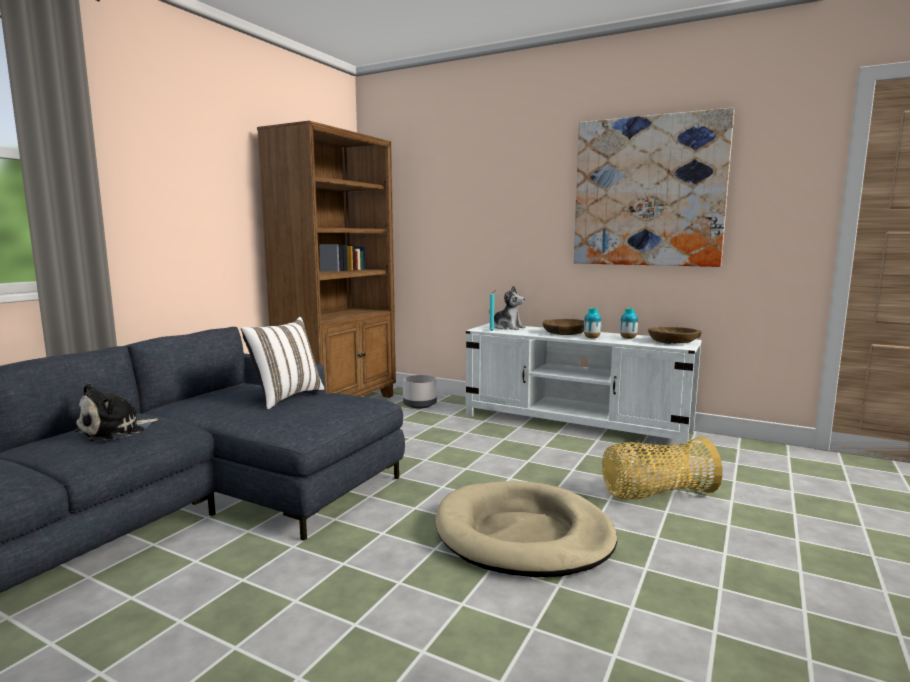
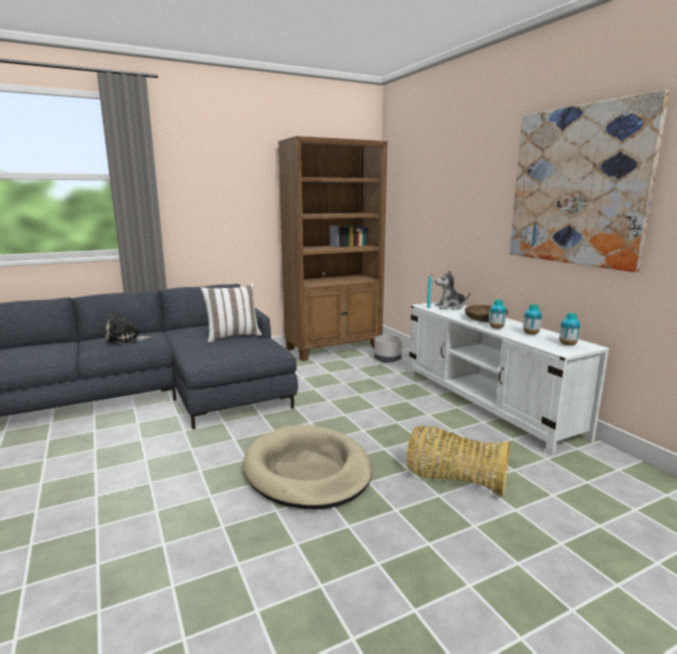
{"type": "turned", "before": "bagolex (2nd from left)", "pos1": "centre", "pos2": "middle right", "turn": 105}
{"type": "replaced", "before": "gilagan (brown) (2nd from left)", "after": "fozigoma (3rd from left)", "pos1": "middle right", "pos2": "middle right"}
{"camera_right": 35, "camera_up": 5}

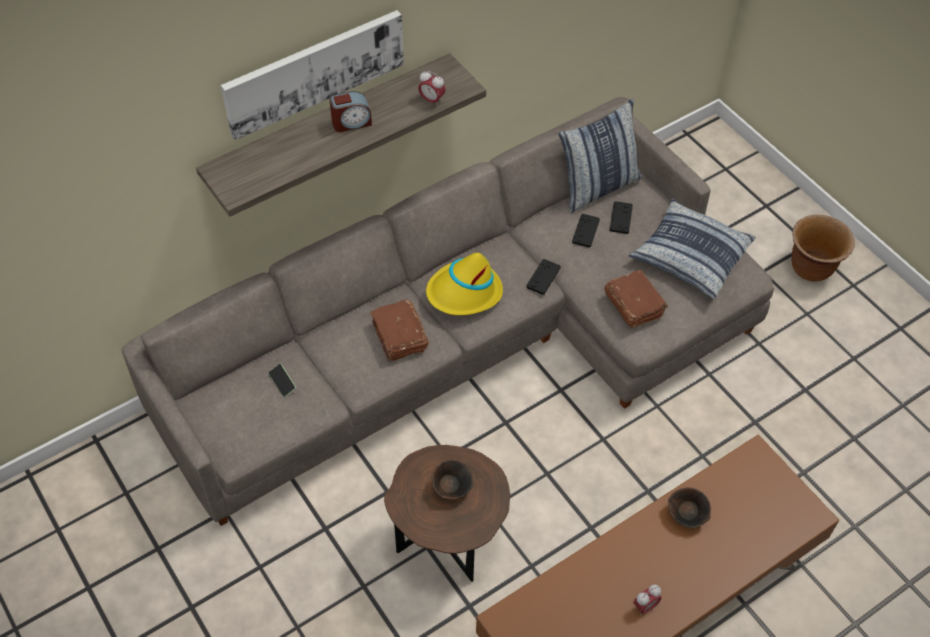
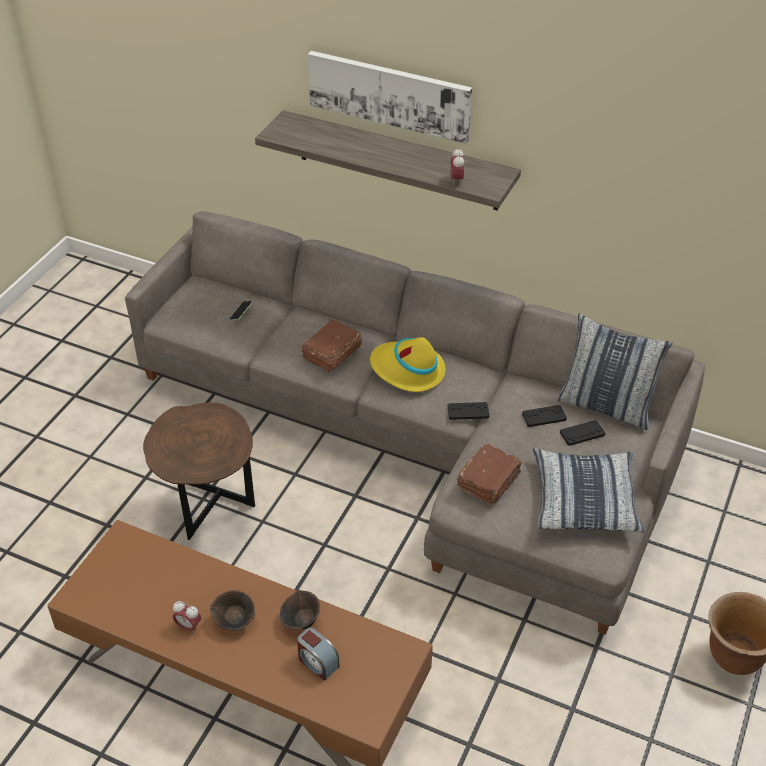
{"type": "moved", "before": "gilagan (brown) (1st from left)", "pos1": "bottom centre", "pos2": "bottom left"}
{"type": "moved", "before": "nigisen (1st from left in the first image)", "after": "nigisen (2nd from left)", "pos1": "top centre", "pos2": "bottom centre"}
{"camera_right": 60, "camera_up": -10}

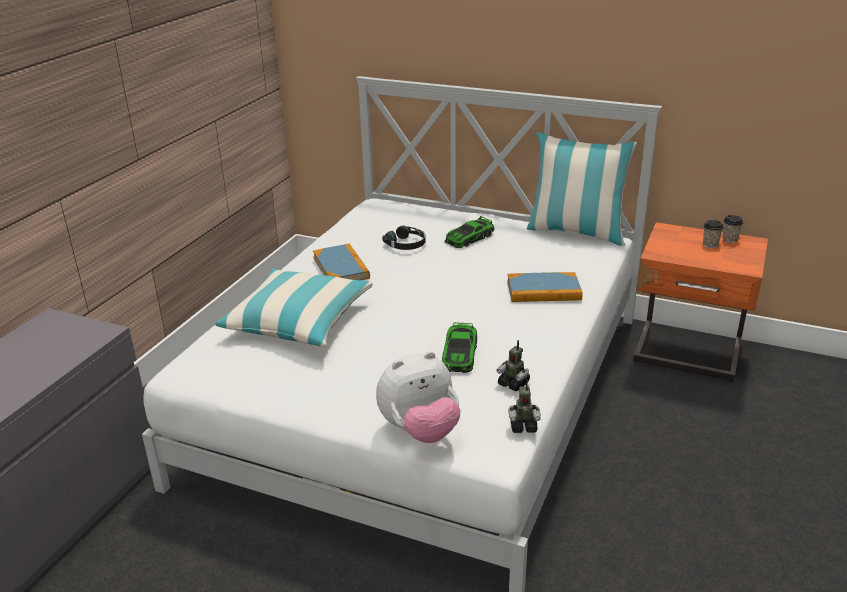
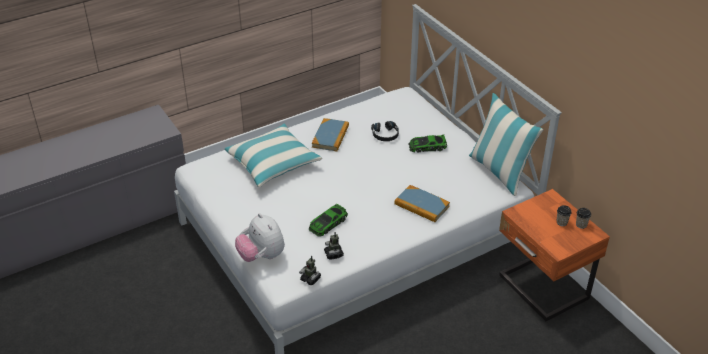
{"type": "turned", "before": "bagolex", "pos1": "bottom centre", "pos2": "bottom centre", "turn": 45}
{"camera_right": 35, "camera_up": 10}

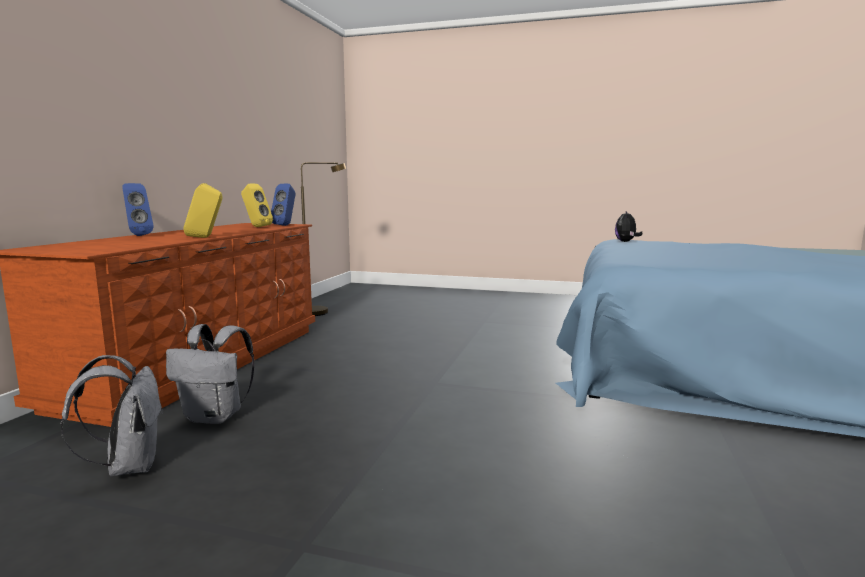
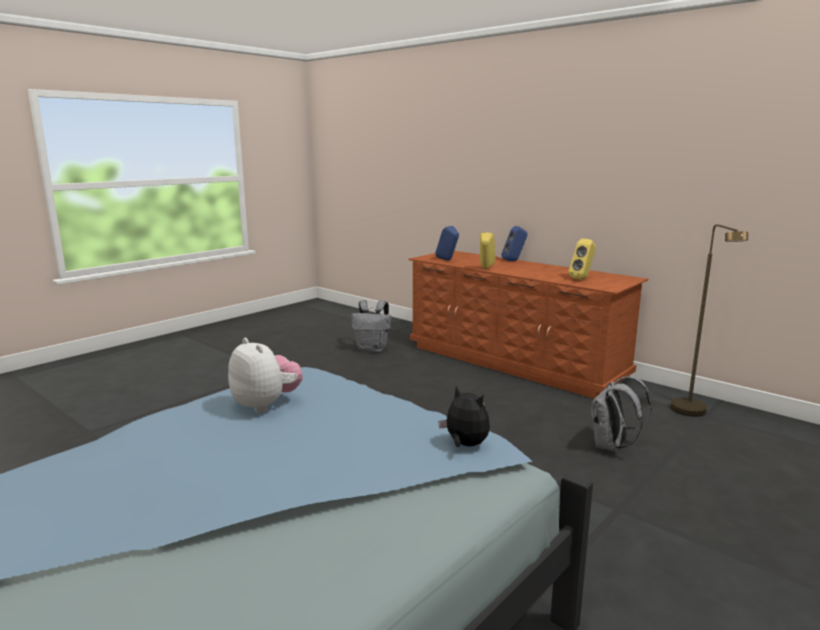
{"type": "added", "after": "bagolex (1st from left)", "pos2": "middle left"}
{"type": "moved", "before": "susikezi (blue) (2nd from left in the first image)", "after": "susikezi (blue) (1st from left)", "pos1": "middle left", "pos2": "centre"}
{"type": "moved", "before": "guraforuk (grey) (2nd from left)", "pos1": "middle left", "pos2": "middle right"}
{"camera_right": 115, "camera_up": 5}

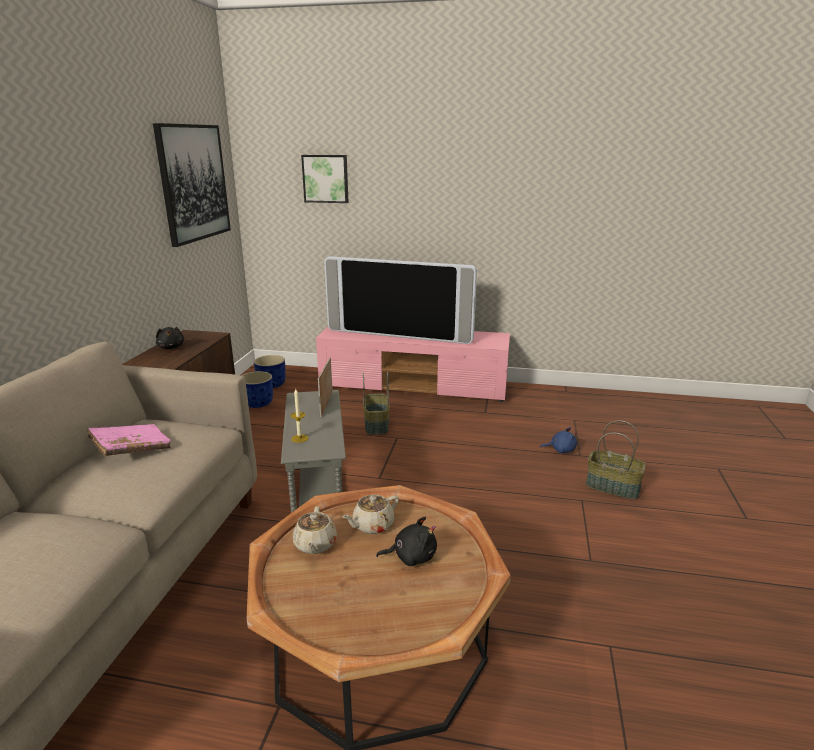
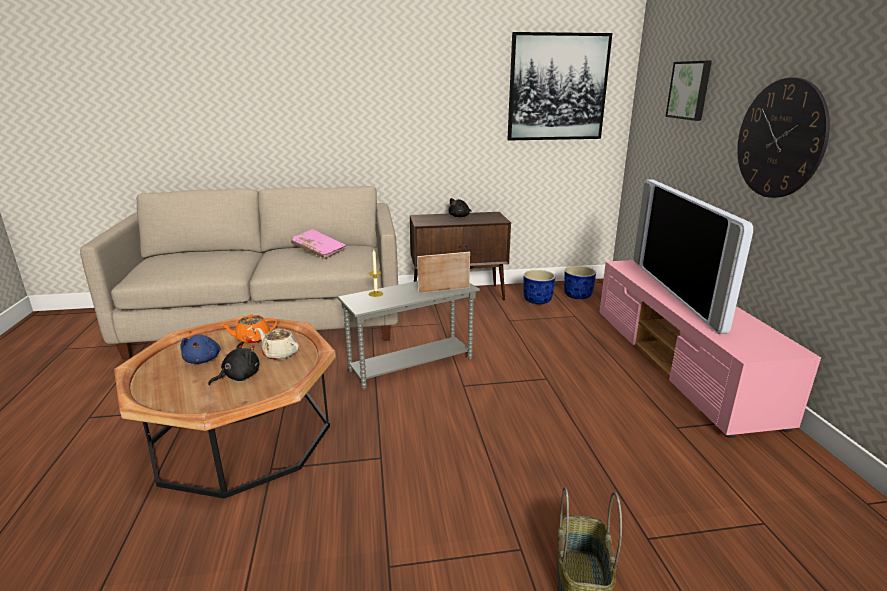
{"type": "moved", "before": "bagolex (blue)", "pos1": "middle right", "pos2": "middle left"}
{"type": "turned", "before": "bagolex (black) (2nd from left in the first image)", "pos1": "bottom centre", "pos2": "middle left", "turn": -105}
{"type": "recoloured", "before": "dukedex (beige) (1st from left)", "after": "dukedex (orange)", "pos1": "bottom centre", "pos2": "middle left"}
{"type": "added", "after": "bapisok", "pos2": "top right"}
{"type": "removed", "before": "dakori (1st from left)", "pos1": "centre"}
{"camera_right": 70, "camera_up": 0}

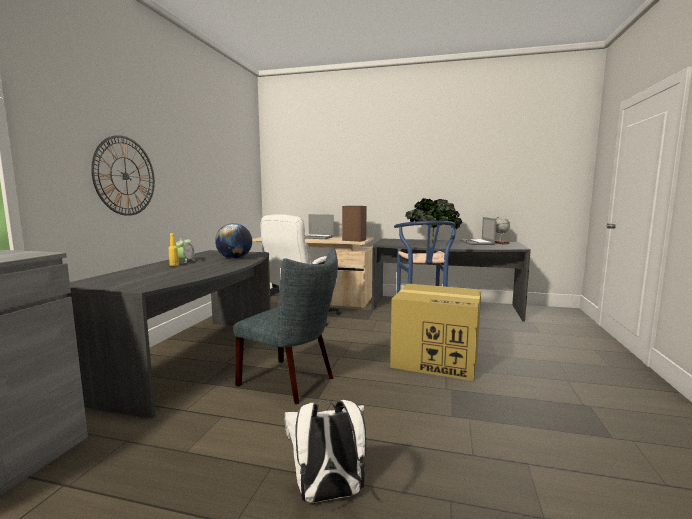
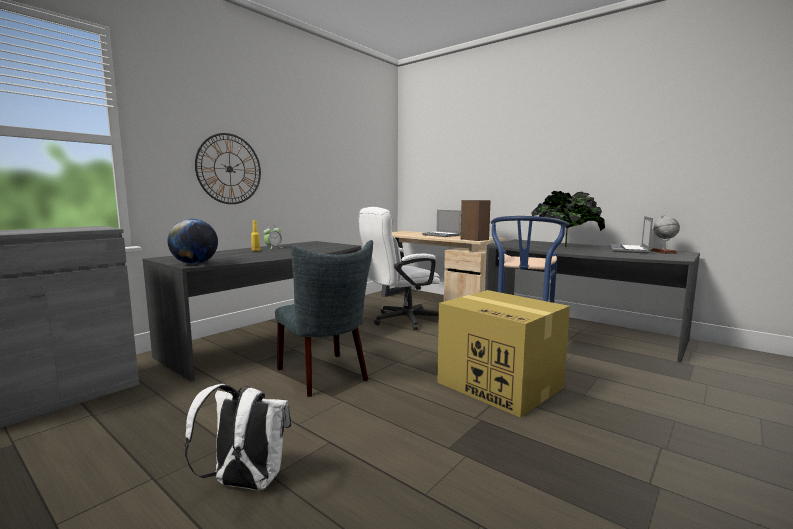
{"type": "moved", "before": "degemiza (1st from left)", "pos1": "centre", "pos2": "middle left"}
{"camera_right": 25, "camera_up": 0}

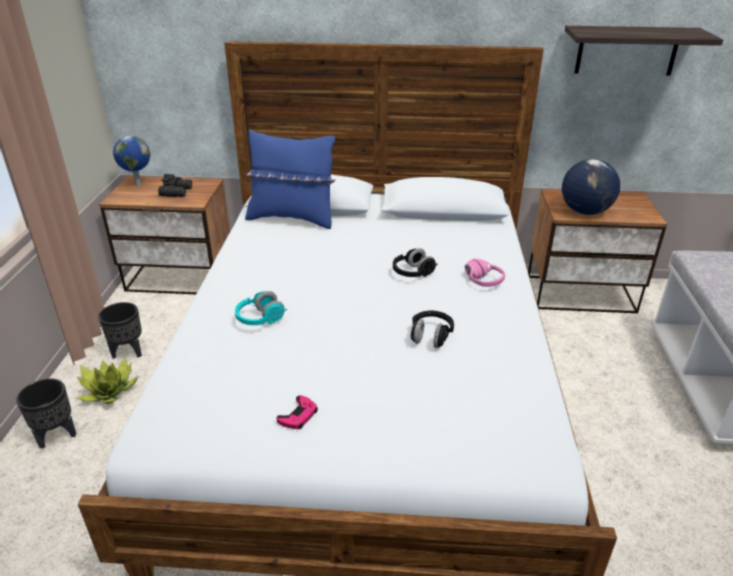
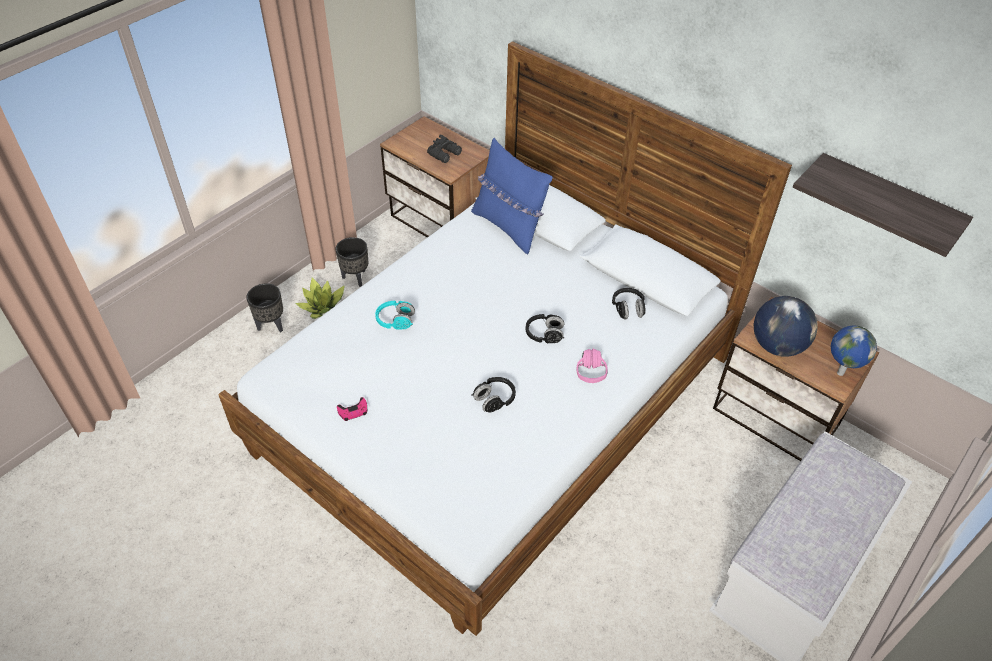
{"type": "added", "after": "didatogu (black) (3rd from left)", "pos2": "centre"}
{"type": "moved", "before": "degemiza (1st from left in the first image)", "after": "degemiza (2nd from left)", "pos1": "top left", "pos2": "middle right"}
{"camera_right": 35, "camera_up": 15}

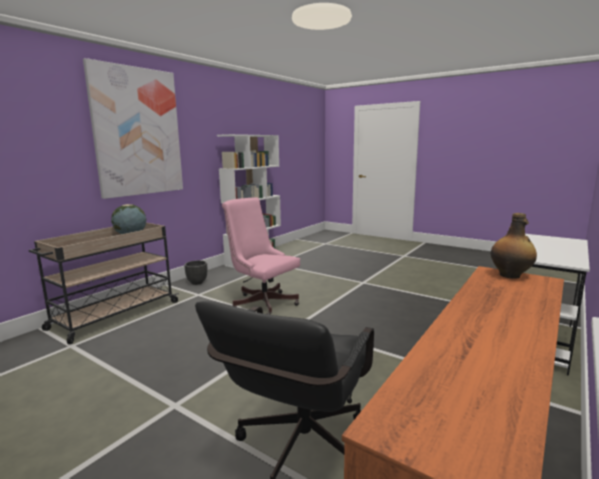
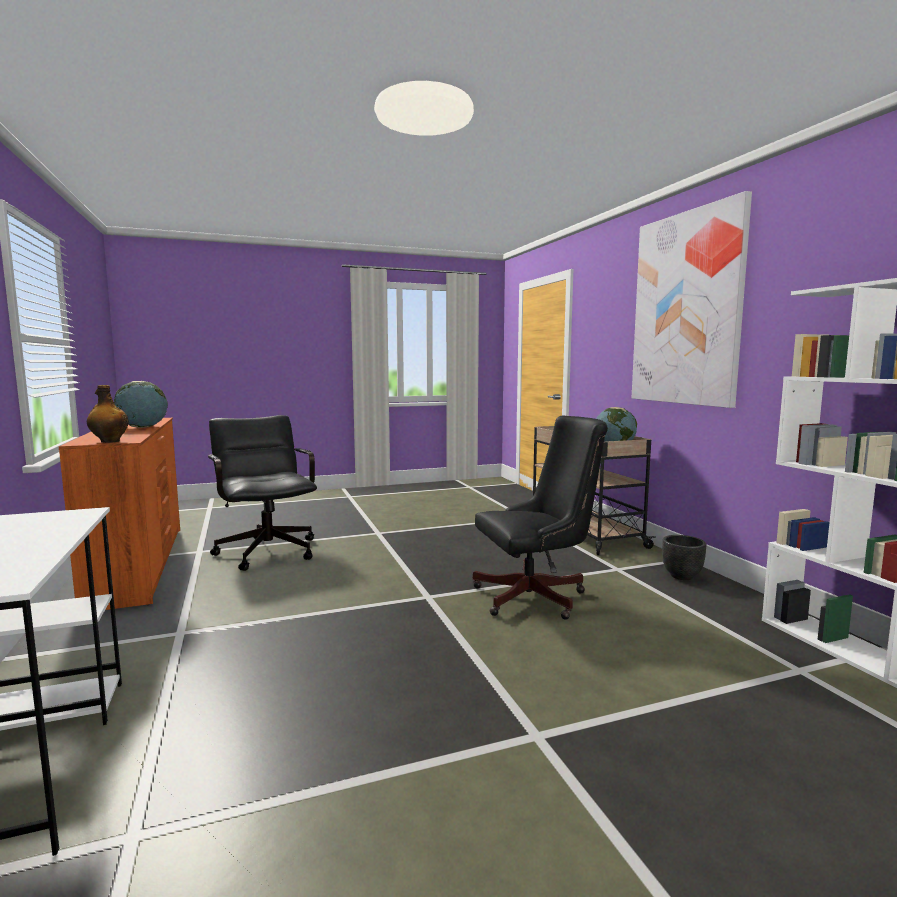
{"type": "added", "after": "degemiza (1st from left)", "pos2": "middle left"}
{"type": "recoloured", "before": "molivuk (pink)", "after": "molivuk (black) (2nd from left)", "pos1": "centre", "pos2": "centre"}
{"camera_right": 125, "camera_up": -5}

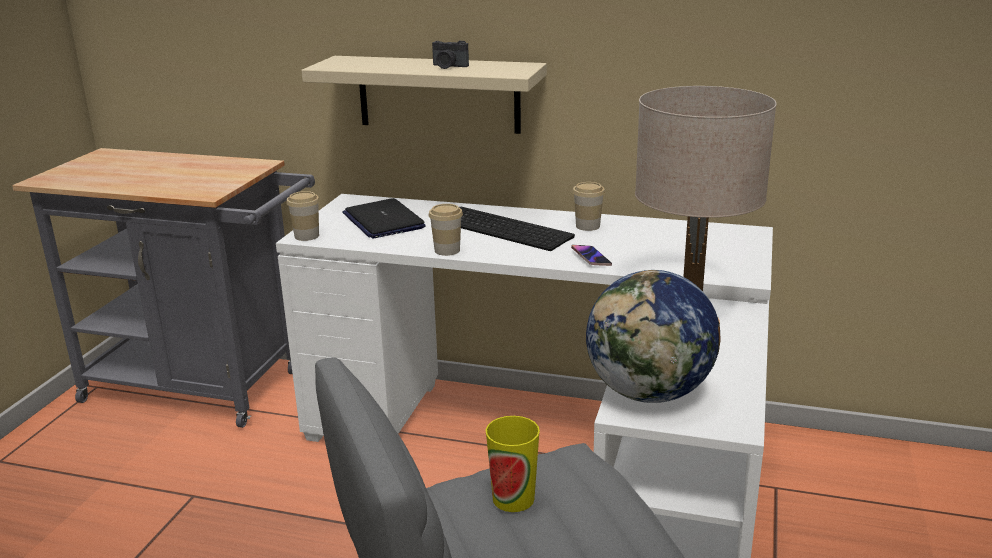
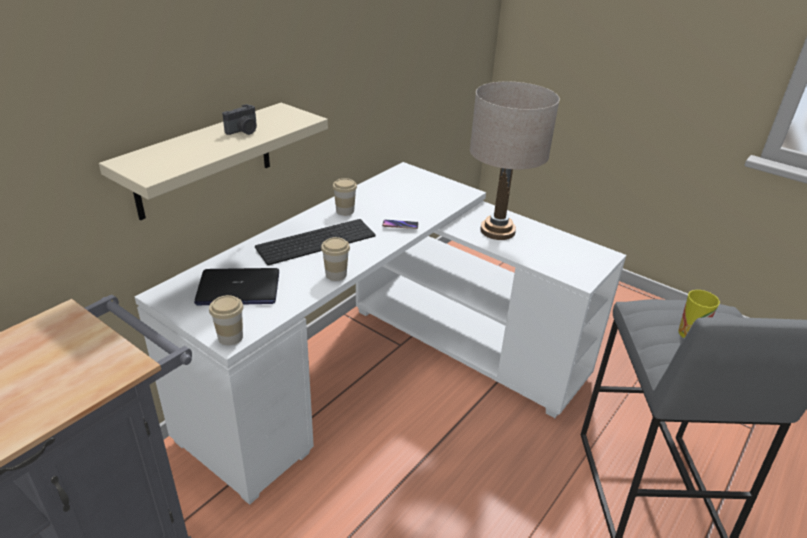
{"type": "removed", "before": "degemiza", "pos1": "centre"}
{"camera_right": -70, "camera_up": 10}

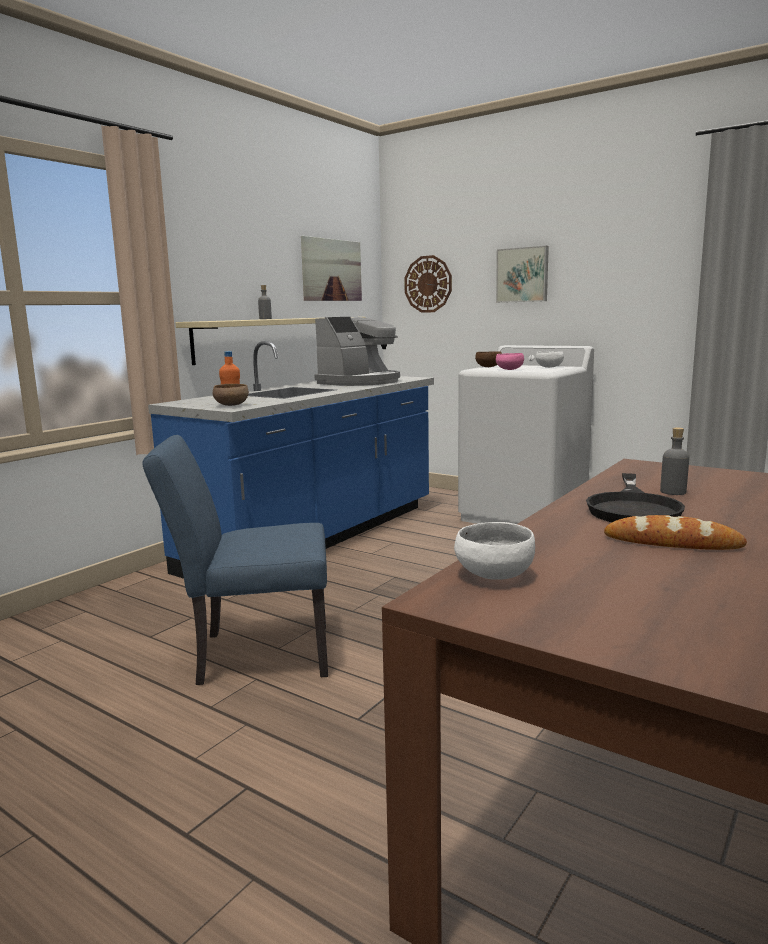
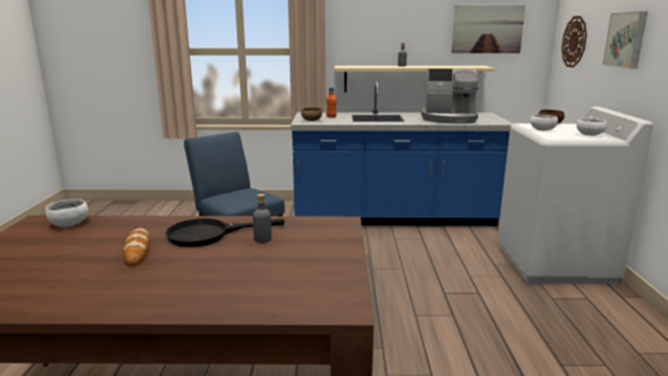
{"type": "recoloured", "before": "gilagan (pink)", "after": "gilagan (white) (2nd from left)", "pos1": "centre", "pos2": "top right"}
{"camera_right": 55, "camera_up": 5}

